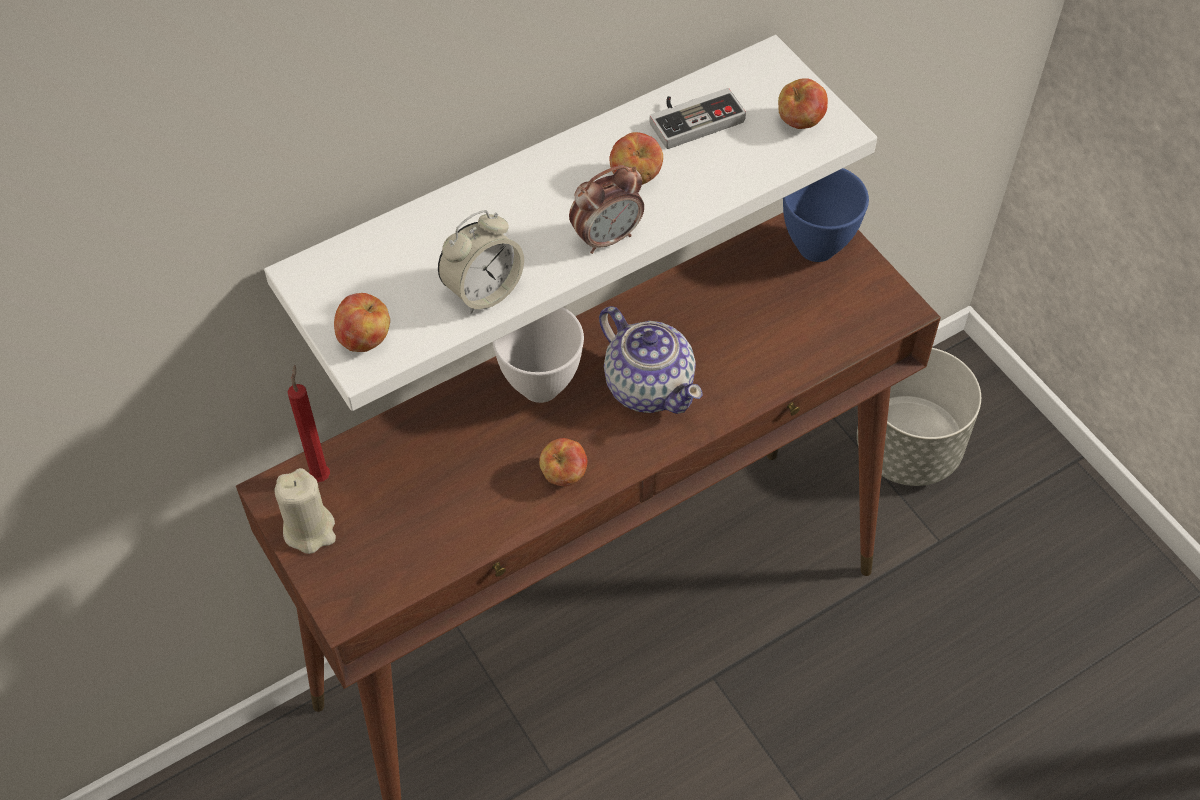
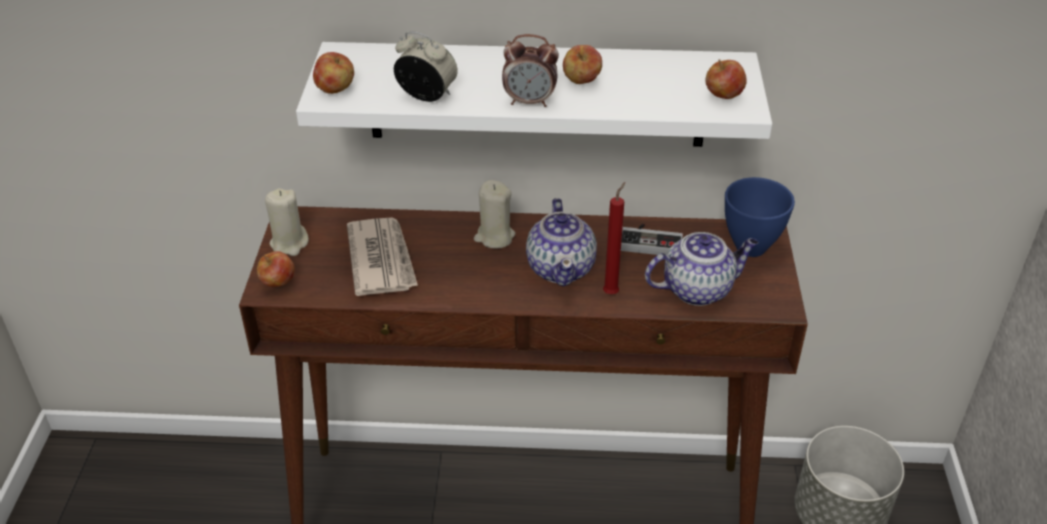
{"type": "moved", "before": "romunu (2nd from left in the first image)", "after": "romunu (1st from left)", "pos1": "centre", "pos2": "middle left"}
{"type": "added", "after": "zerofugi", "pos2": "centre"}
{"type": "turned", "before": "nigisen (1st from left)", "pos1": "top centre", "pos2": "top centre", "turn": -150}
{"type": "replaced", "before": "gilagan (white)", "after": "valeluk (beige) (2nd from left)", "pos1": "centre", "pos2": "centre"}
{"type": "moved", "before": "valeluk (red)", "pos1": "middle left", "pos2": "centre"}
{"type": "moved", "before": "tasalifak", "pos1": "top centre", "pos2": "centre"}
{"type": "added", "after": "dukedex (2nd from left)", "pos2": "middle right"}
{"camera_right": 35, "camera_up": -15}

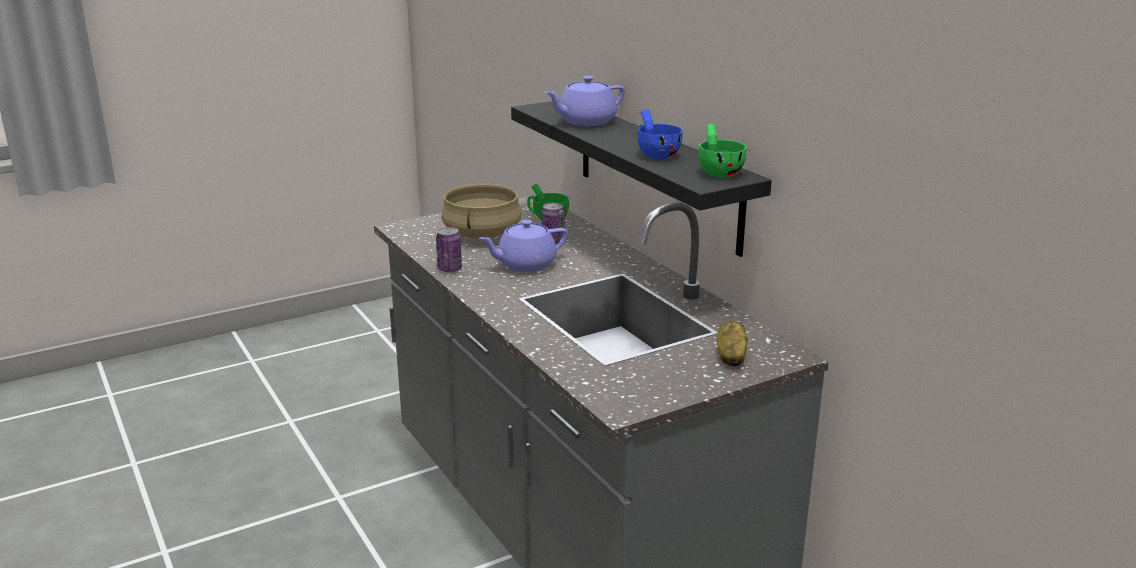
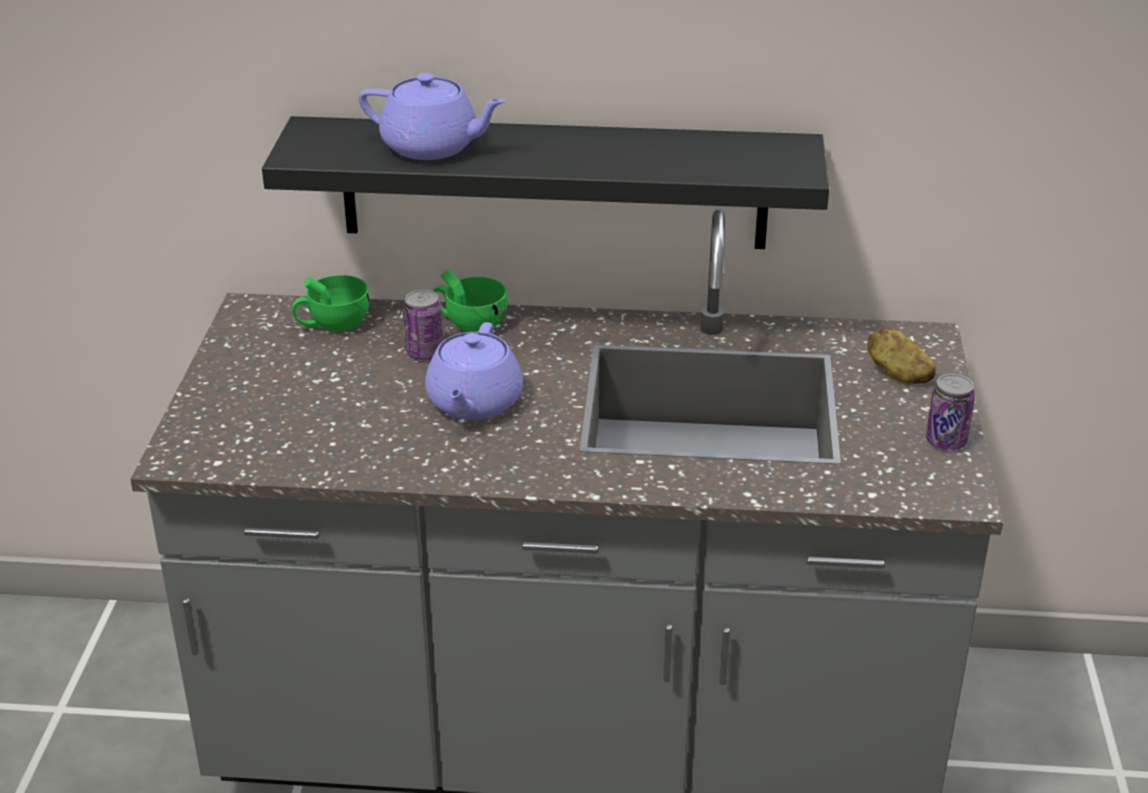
{"type": "turned", "before": "dukedex (purple) (2nd from left in the first image)", "pos1": "top centre", "pos2": "top centre", "turn": -75}
{"type": "moved", "before": "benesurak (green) (2nd from left)", "pos1": "top centre", "pos2": "centre"}
{"type": "moved", "before": "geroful (1st from left in the first image)", "after": "geroful (2nd from left)", "pos1": "centre", "pos2": "middle right"}
{"type": "removed", "before": "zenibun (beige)", "pos1": "centre"}
{"type": "removed", "before": "benesurak (blue)", "pos1": "top centre"}
{"camera_right": -55, "camera_up": 10}

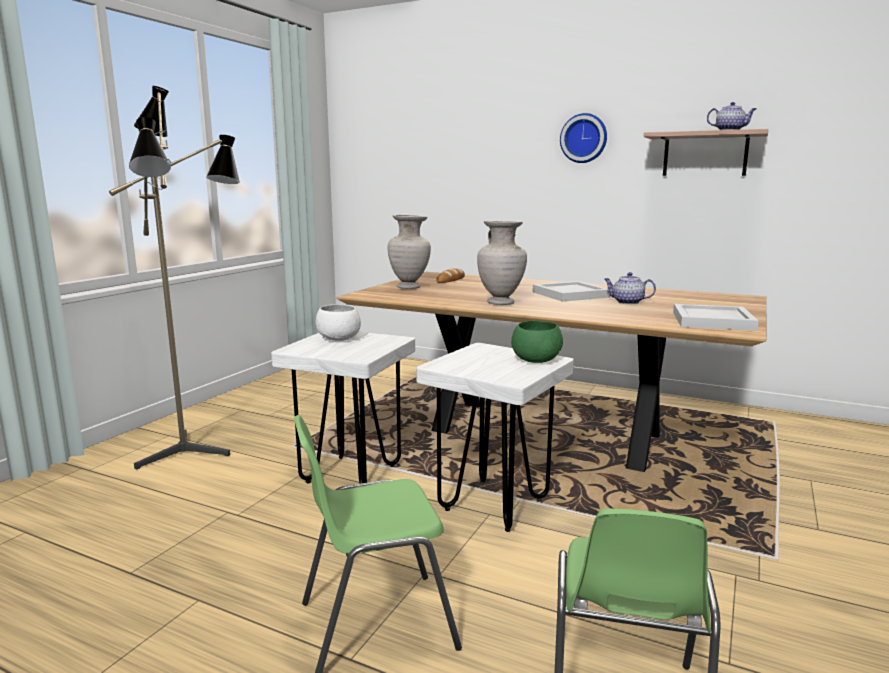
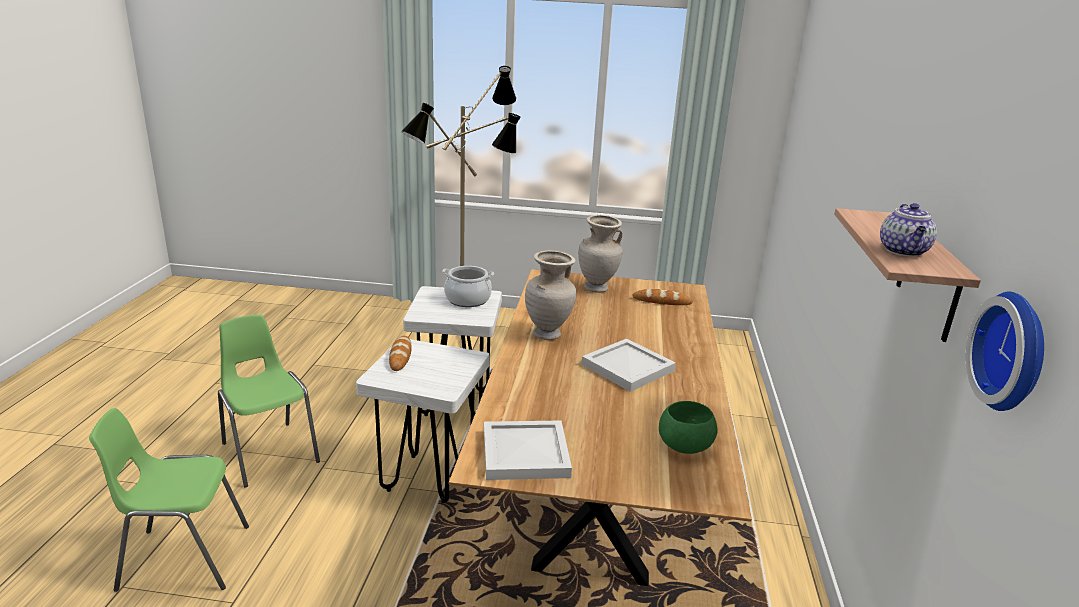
{"type": "added", "after": "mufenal (1st from left)", "pos2": "centre"}
{"type": "replaced", "before": "gilagan (white)", "after": "zenibun", "pos1": "centre", "pos2": "centre"}
{"type": "moved", "before": "gilagan (green)", "pos1": "centre", "pos2": "bottom centre"}
{"type": "moved", "before": "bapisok", "pos1": "top centre", "pos2": "middle right"}
{"type": "removed", "before": "dukedex (1st from left)", "pos1": "middle right"}
{"camera_right": 70, "camera_up": 10}

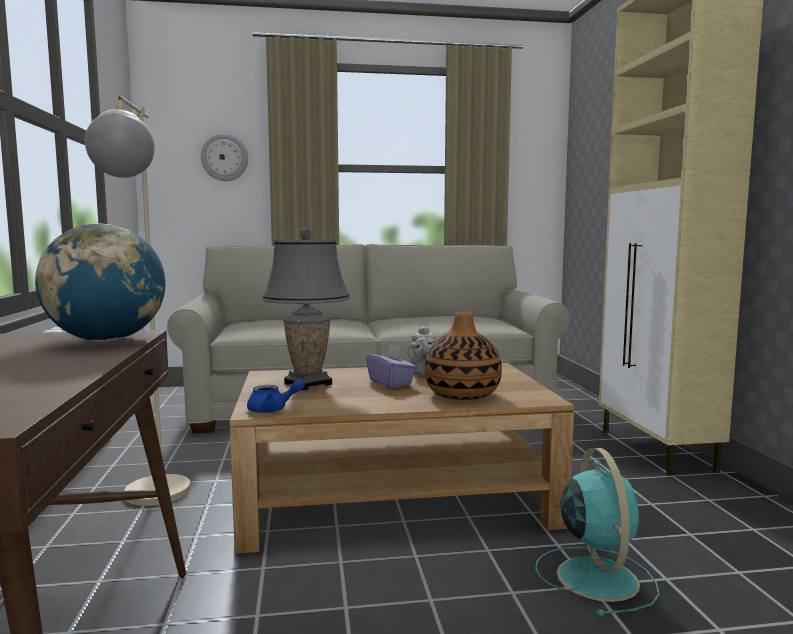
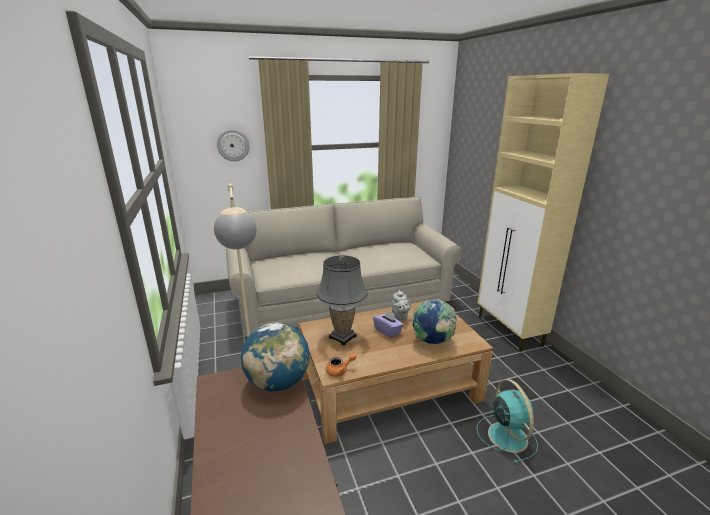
{"type": "recoloured", "before": "dukedex (blue)", "after": "dukedex (orange)", "pos1": "centre", "pos2": "bottom centre"}
{"type": "replaced", "before": "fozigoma", "after": "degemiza (2nd from left)", "pos1": "centre", "pos2": "centre"}
{"camera_right": -10, "camera_up": 15}

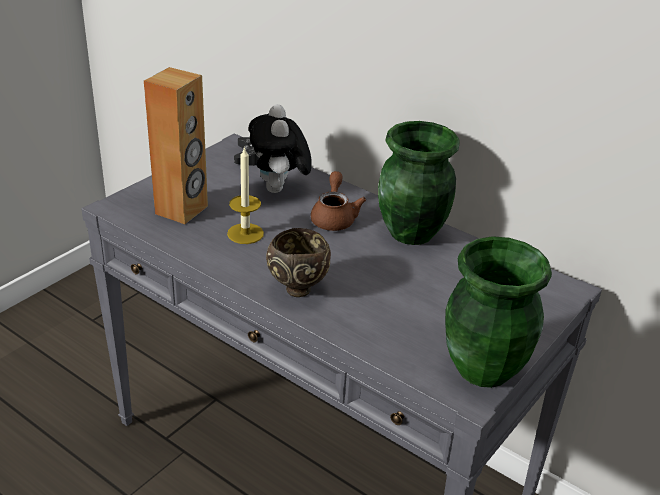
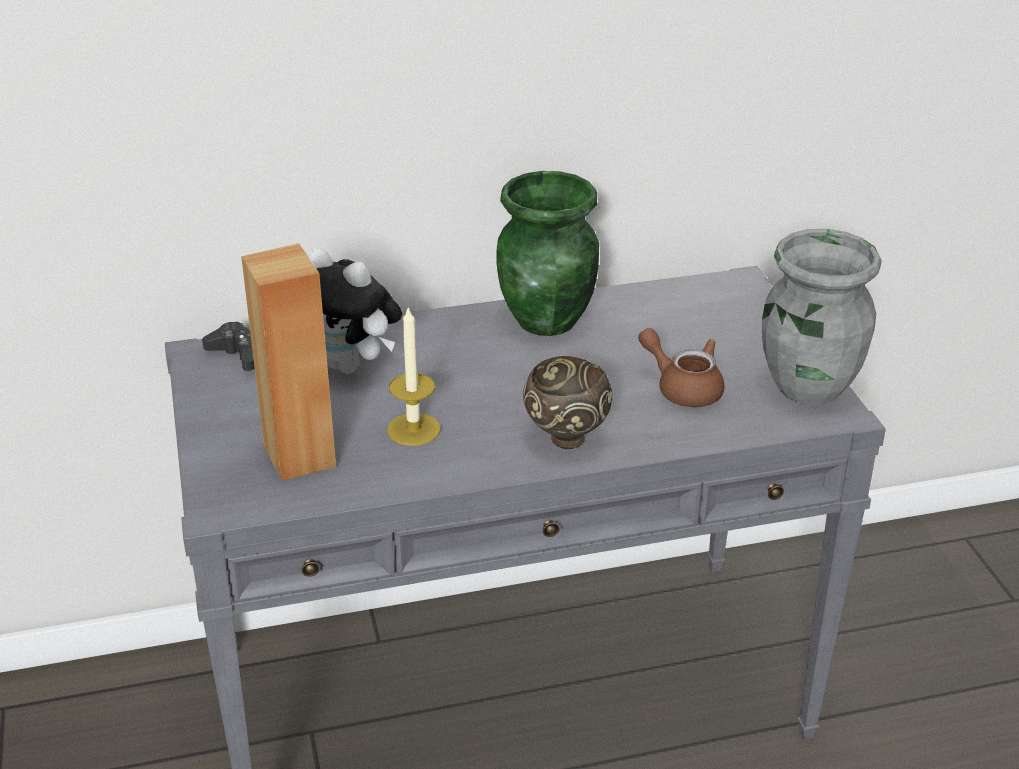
{"type": "moved", "before": "dukedex (brown)", "pos1": "centre", "pos2": "middle right"}
{"type": "recoloured", "before": "fozigoma (green) (2nd from left)", "after": "fozigoma (grey)", "pos1": "middle right", "pos2": "middle right"}
{"camera_right": -50, "camera_up": 0}

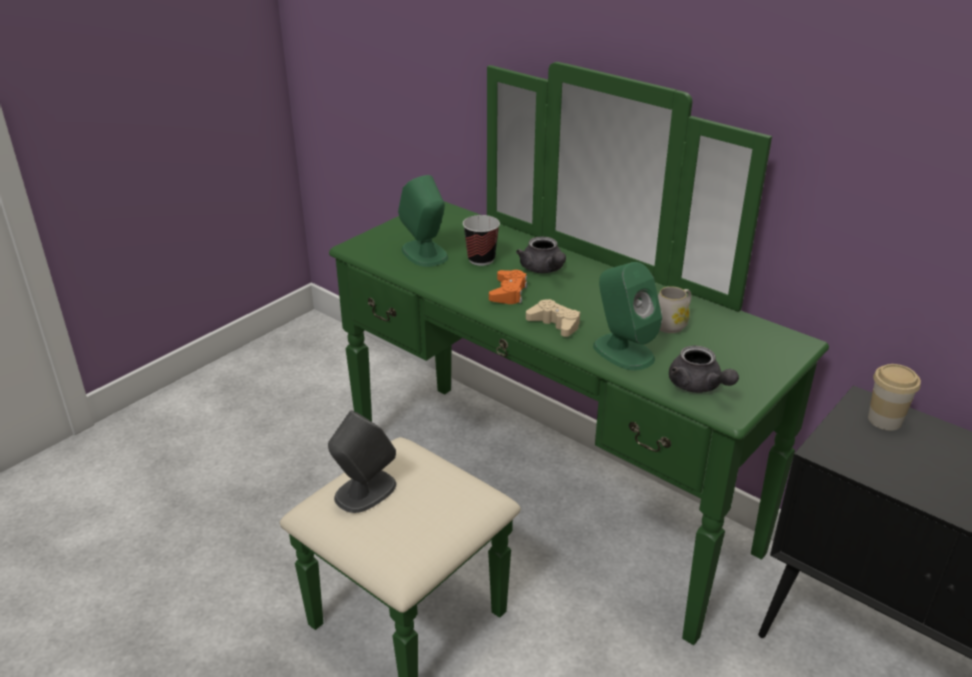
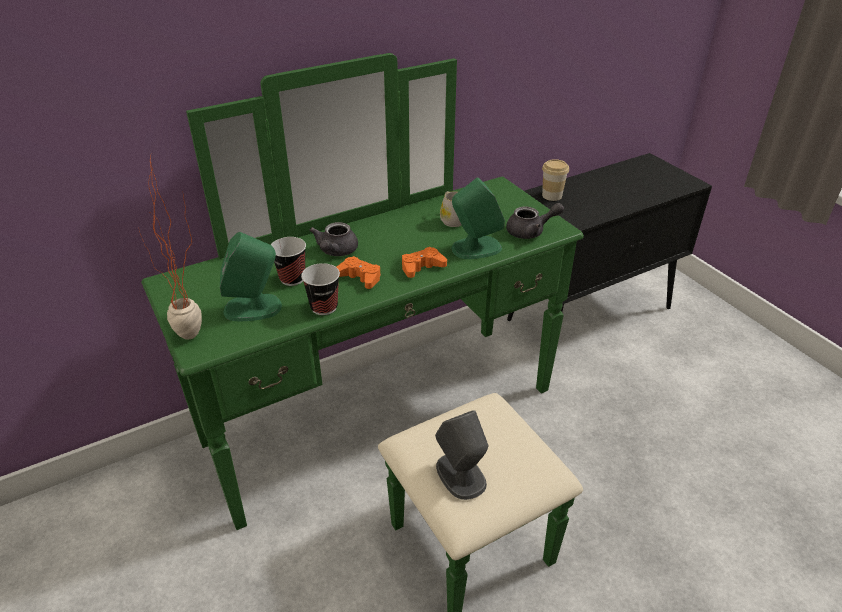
{"type": "added", "after": "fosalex", "pos2": "middle left"}
{"type": "added", "after": "benesurak (2nd from left)", "pos2": "centre"}
{"type": "turned", "before": "dukedex (grey) (1st from left)", "pos1": "centre", "pos2": "centre", "turn": 105}
{"type": "recoloured", "before": "tasalifak (beige)", "after": "tasalifak (orange) (2nd from left)", "pos1": "centre", "pos2": "centre"}
{"camera_right": -70, "camera_up": 5}

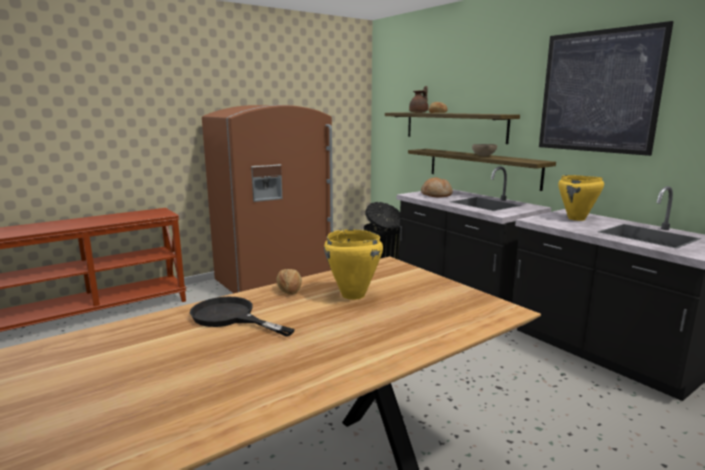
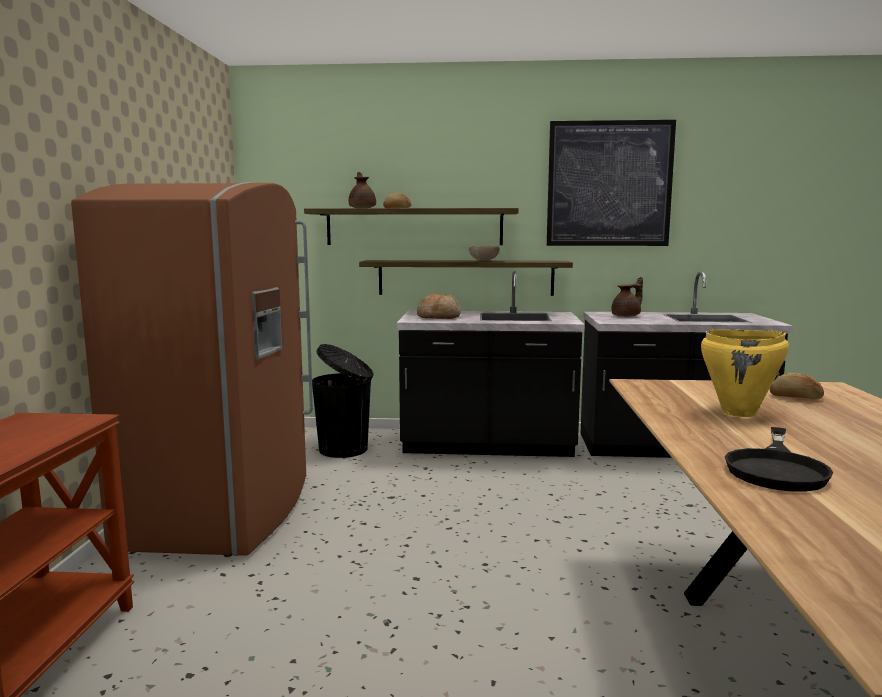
{"type": "replaced", "before": "zenibun (yellow) (2nd from left)", "after": "dukedex (brown) (2nd from left)", "pos1": "middle right", "pos2": "middle right"}
{"type": "turned", "before": "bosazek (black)", "pos1": "bottom centre", "pos2": "middle right", "turn": -45}
{"type": "moved", "before": "mufenal (1st from left in the first image)", "after": "mufenal (3rd from left)", "pos1": "centre", "pos2": "middle right"}
{"camera_right": -50, "camera_up": -5}

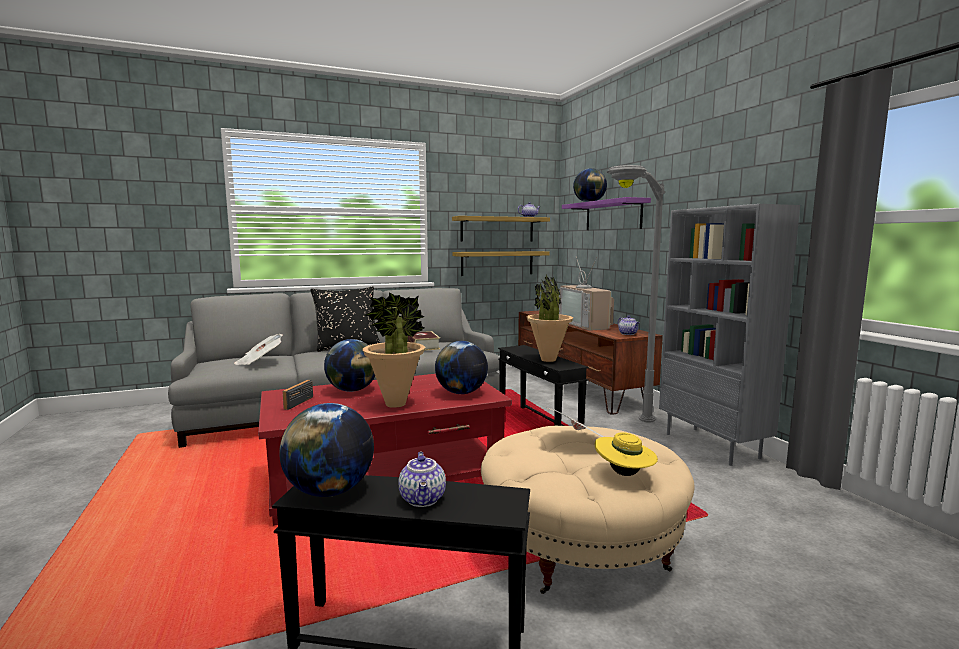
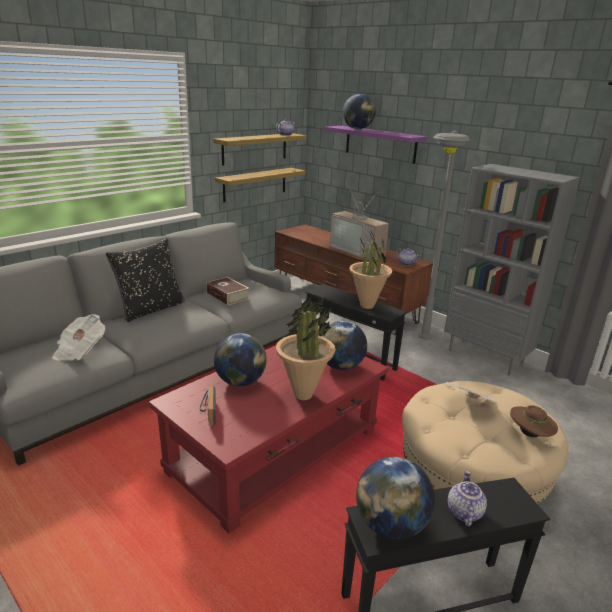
{"type": "turned", "before": "dukedex (1st from left in the first image)", "pos1": "bottom centre", "pos2": "bottom right", "turn": -135}
{"type": "recoloured", "before": "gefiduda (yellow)", "after": "gefiduda (brown)", "pos1": "bottom centre", "pos2": "bottom right"}
{"camera_right": -25, "camera_up": 15}

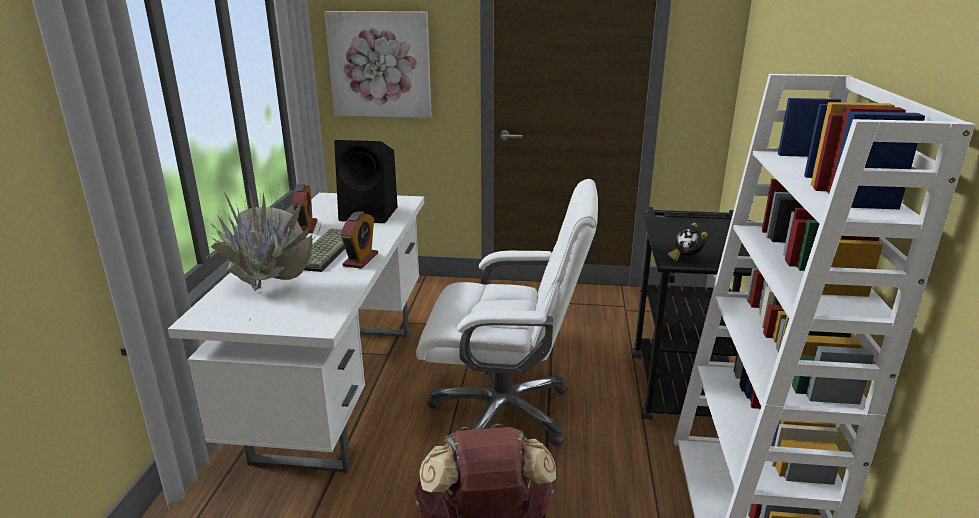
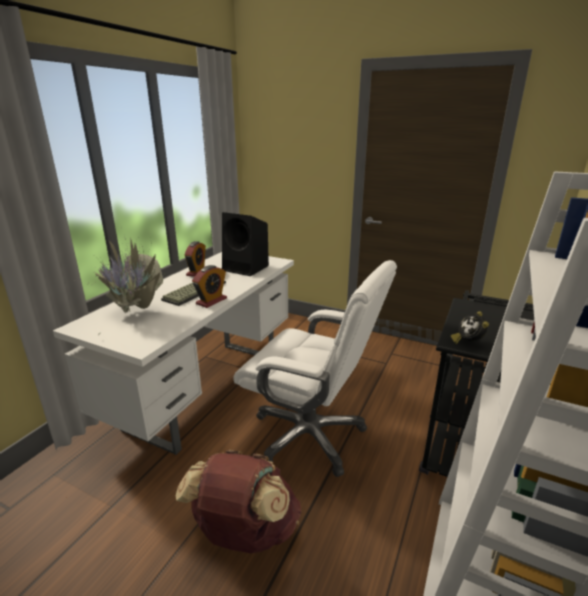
{"type": "removed", "before": "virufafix", "pos1": "top centre"}
{"camera_right": 20, "camera_up": 0}

